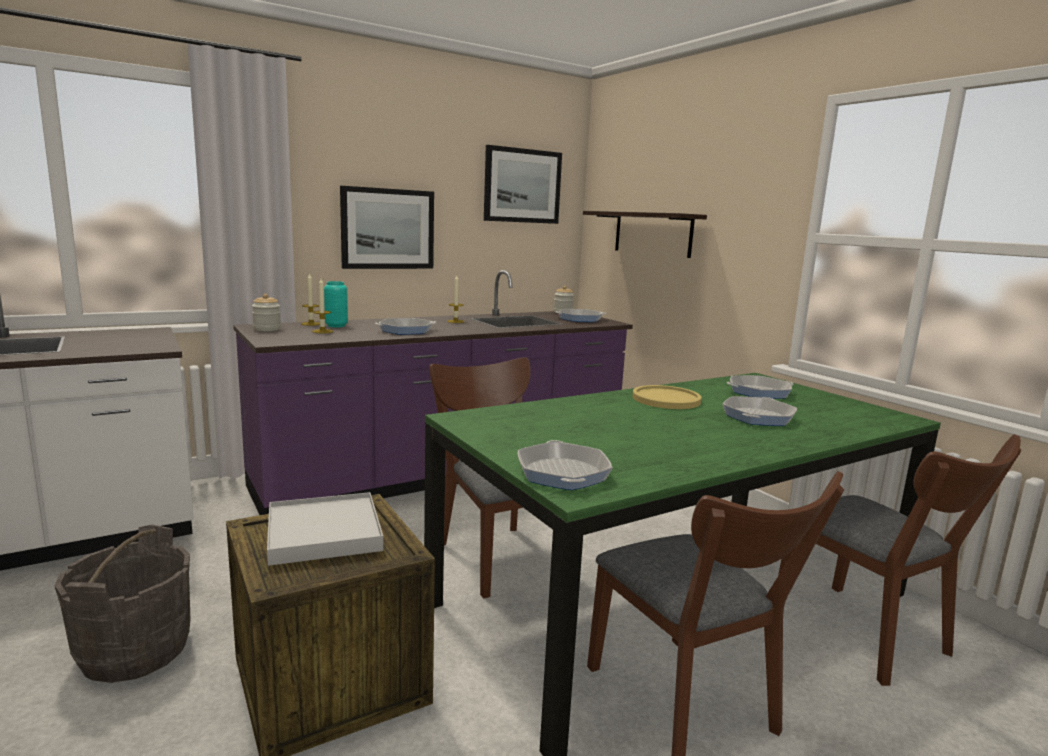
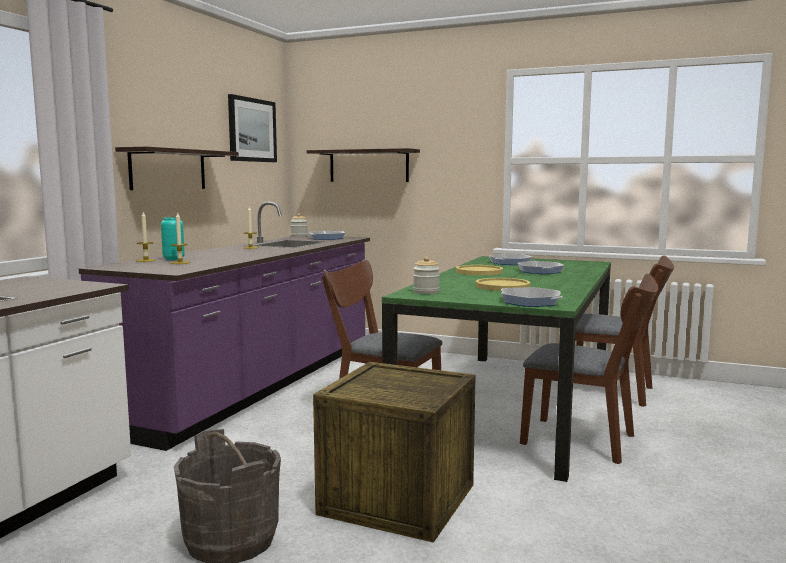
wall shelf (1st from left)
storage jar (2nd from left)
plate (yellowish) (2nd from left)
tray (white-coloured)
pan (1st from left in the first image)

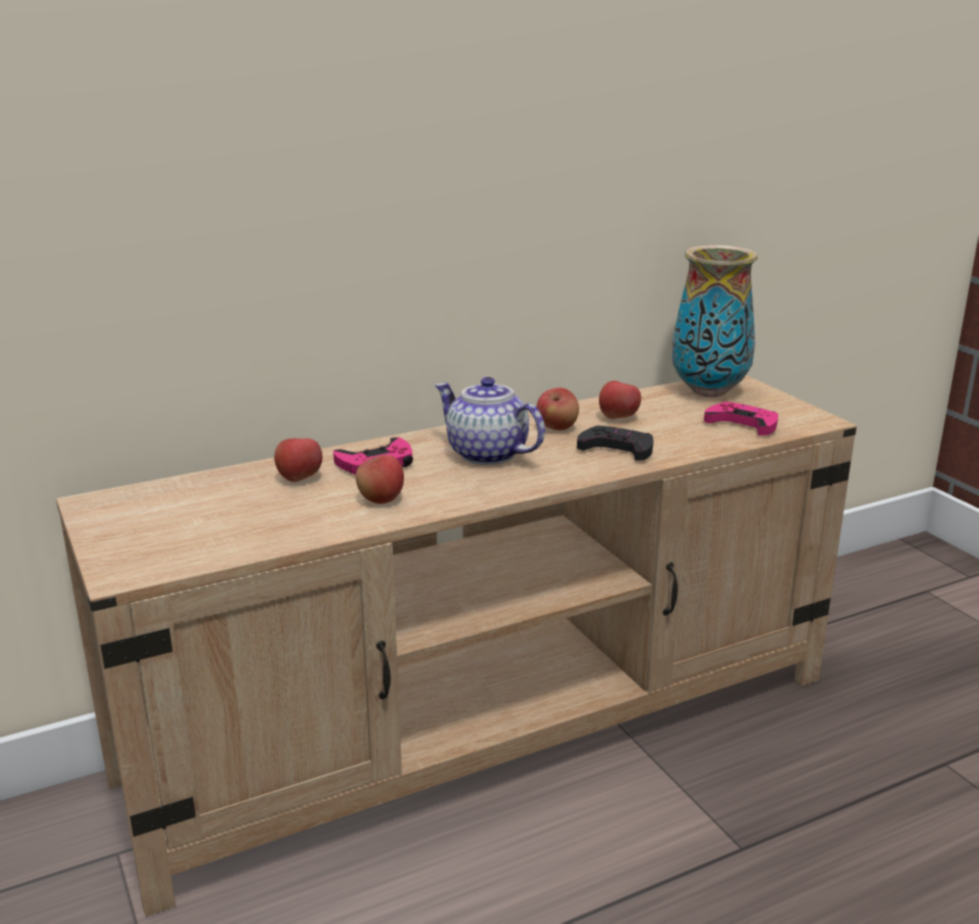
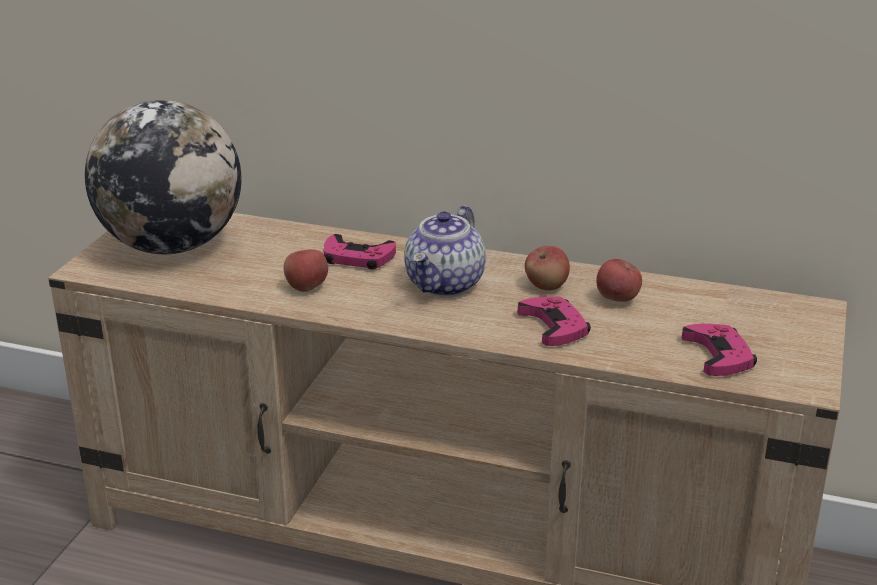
globe
pot for tea
gamepad (pink-coloured) (2nd from left)
apple fruit (1st from left in the first image)
vase

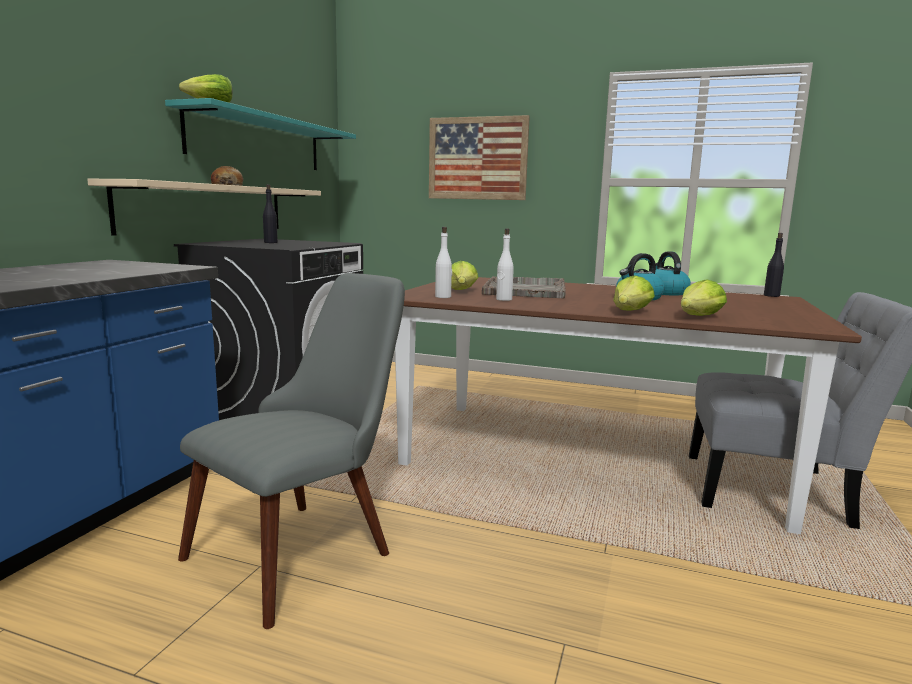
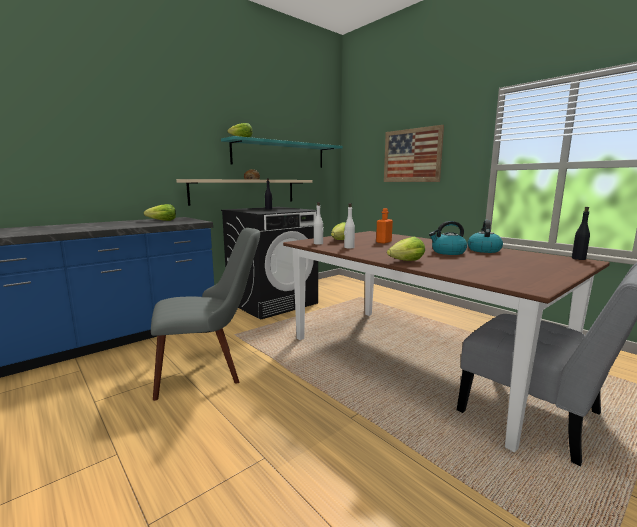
lettuce (1st from left)
bottle (orange-coloured)

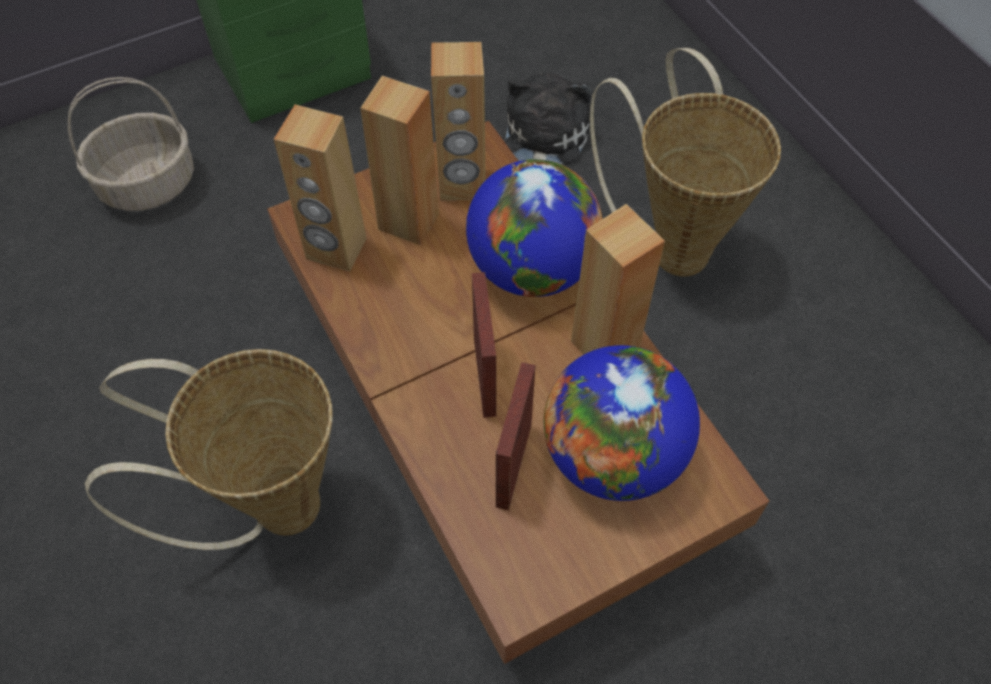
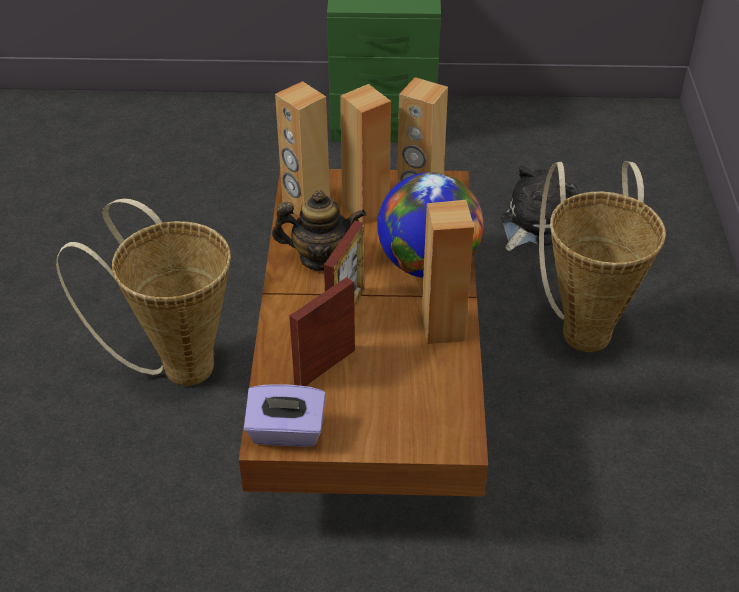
box of tissues (purple-coloured)
pot for tea
storage basket (1st from left in the first image)
globe (2nd from left in the first image)

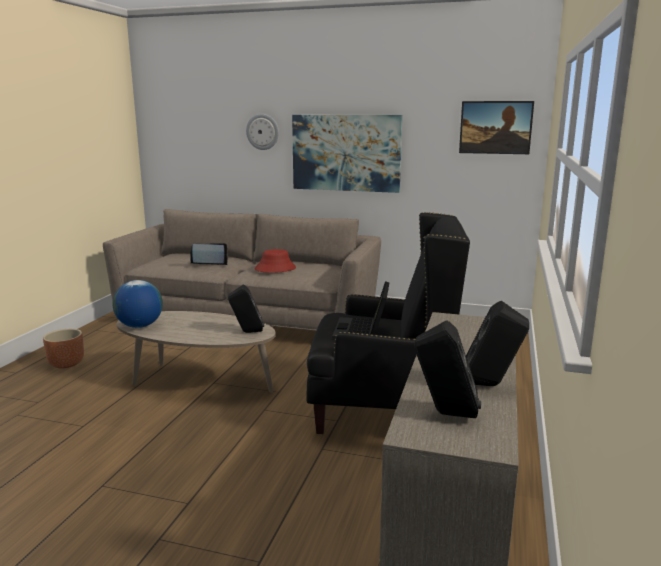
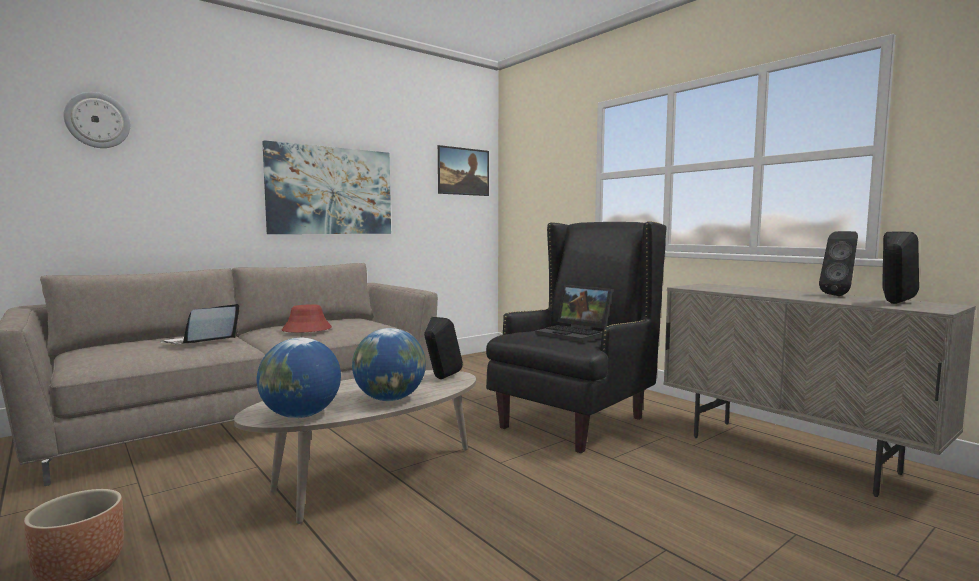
wall clock
globe (2nd from left)

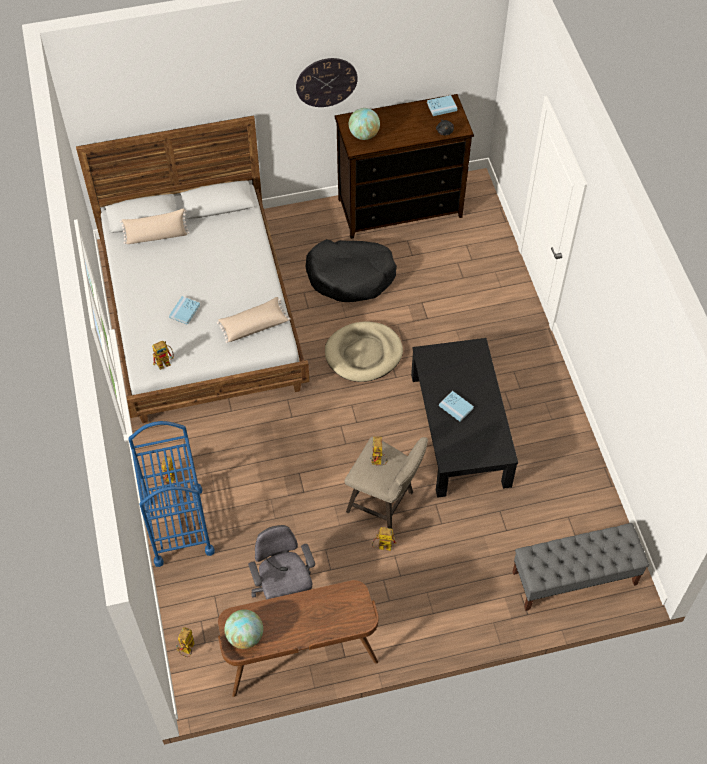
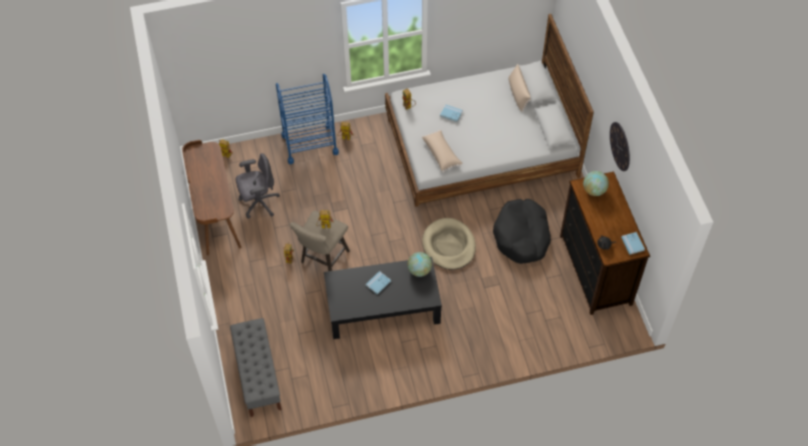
globe (1st from left)

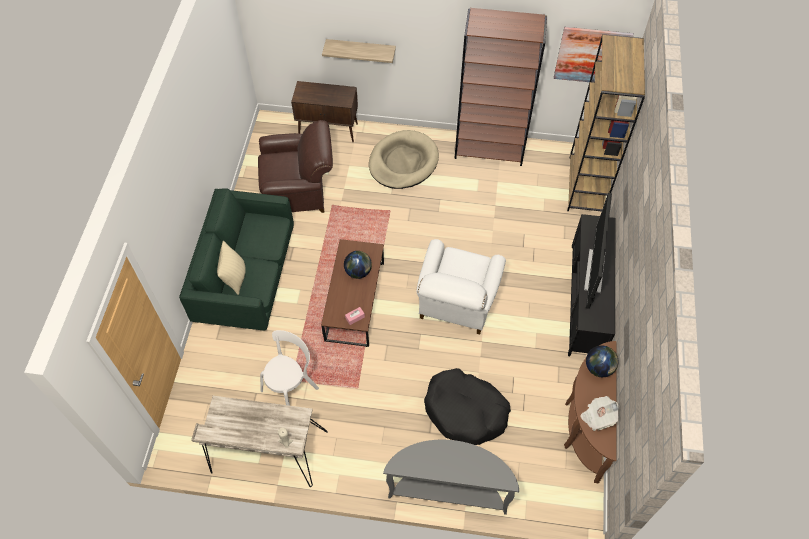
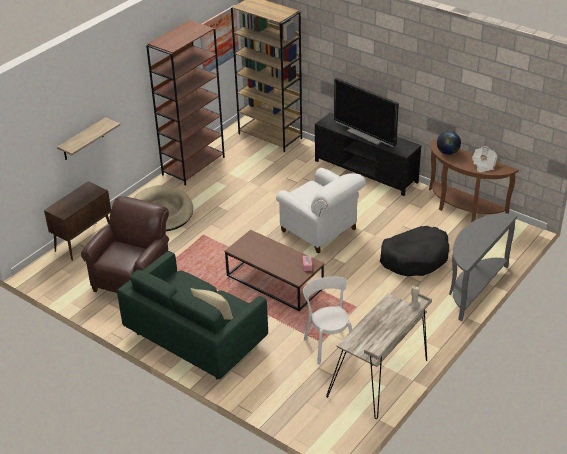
globe (1st from left in the first image)

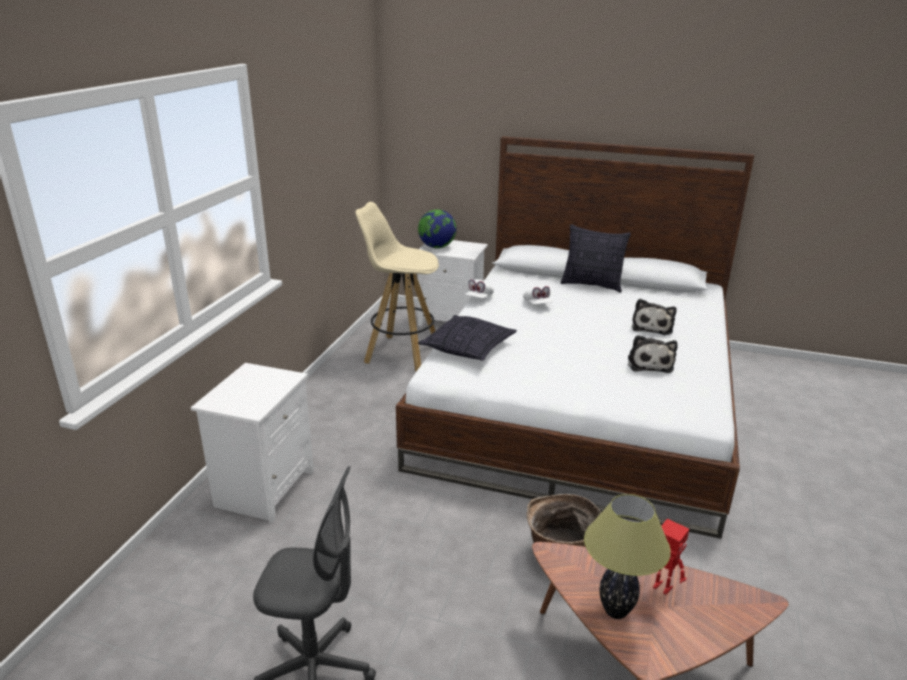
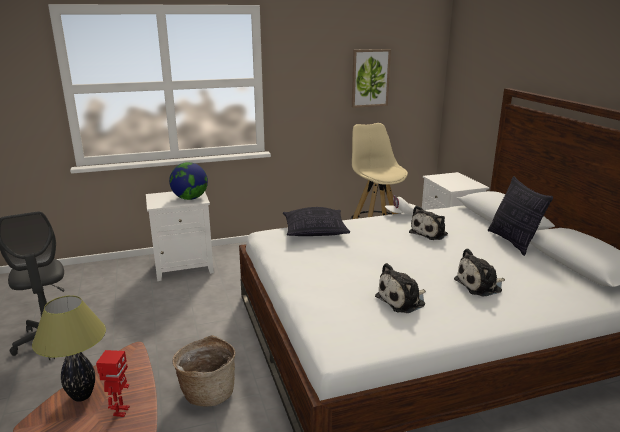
globe
wall picture
cuddly toy (2nd from left)

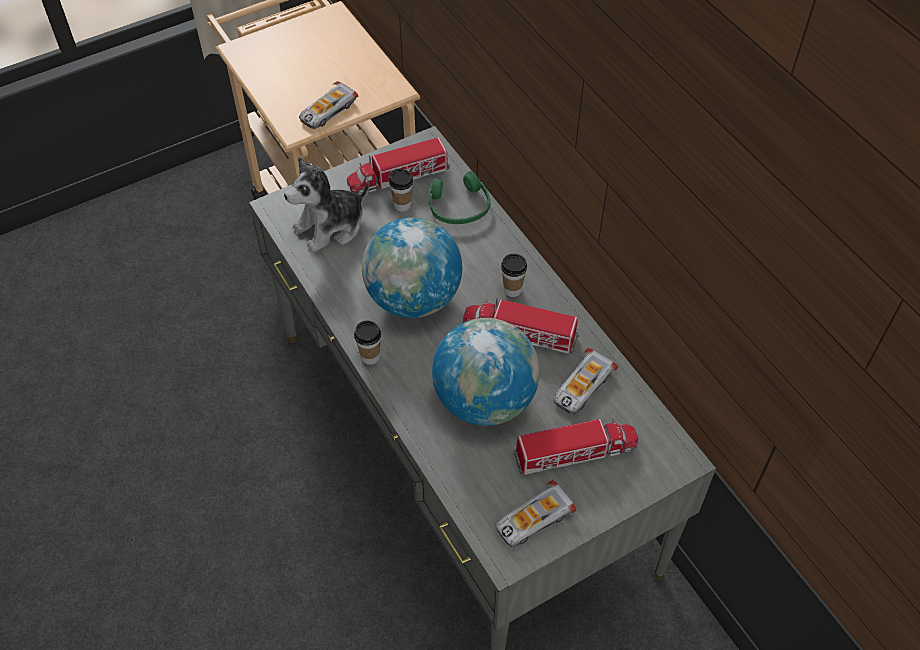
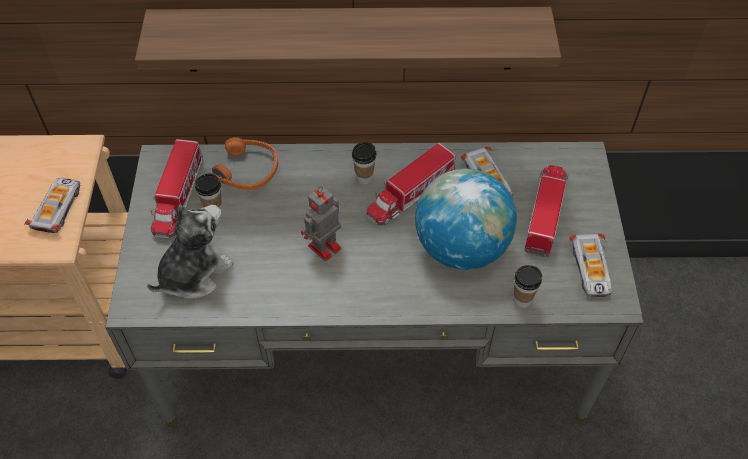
miniature car (1st from left)
wall shelf
cuddly toy
headphones (orange-coloured)
model robot
drinking cup (3rd from left)

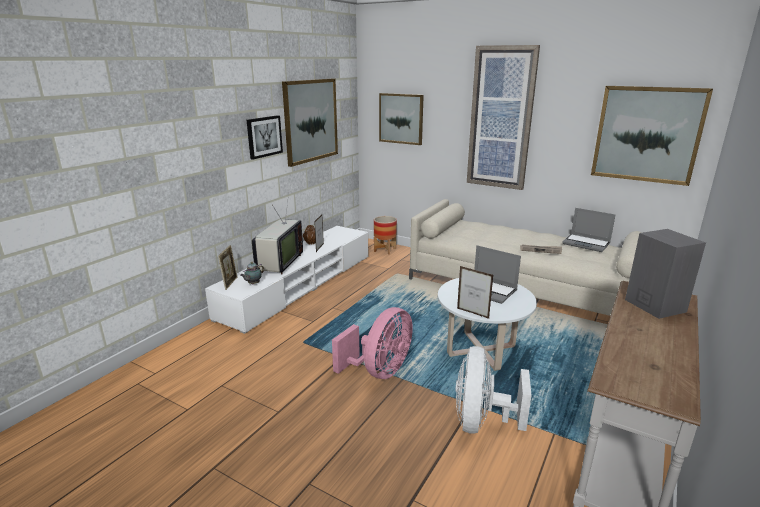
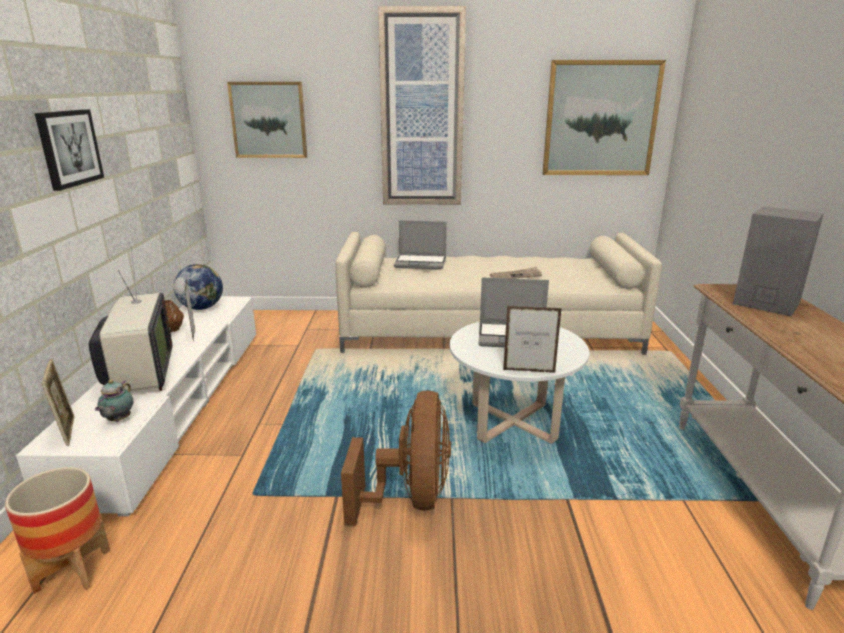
plant pot
globe
electric fan (brown)
notebook computer (1st from left)
wall picture (2nd from left in the first image)
electric fan (white-coloured)

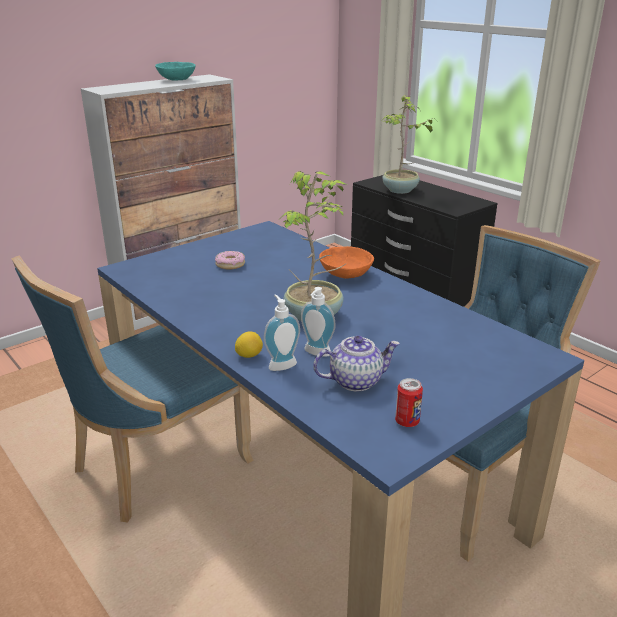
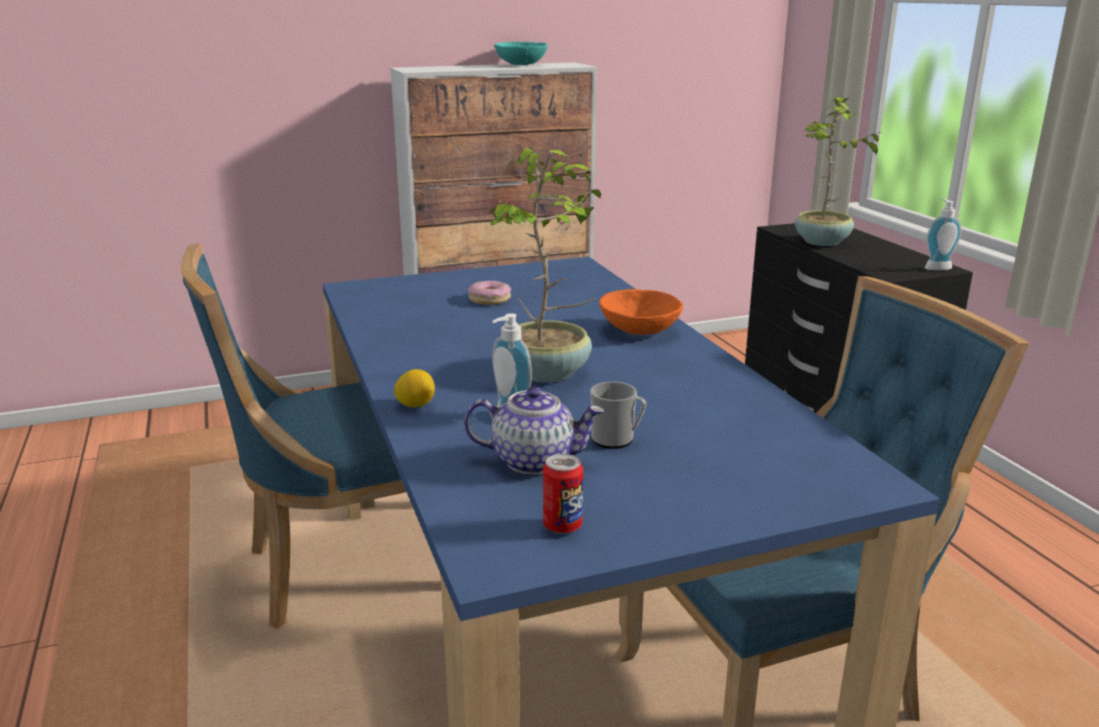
tea mug
liquid soap bottle (2nd from left)

